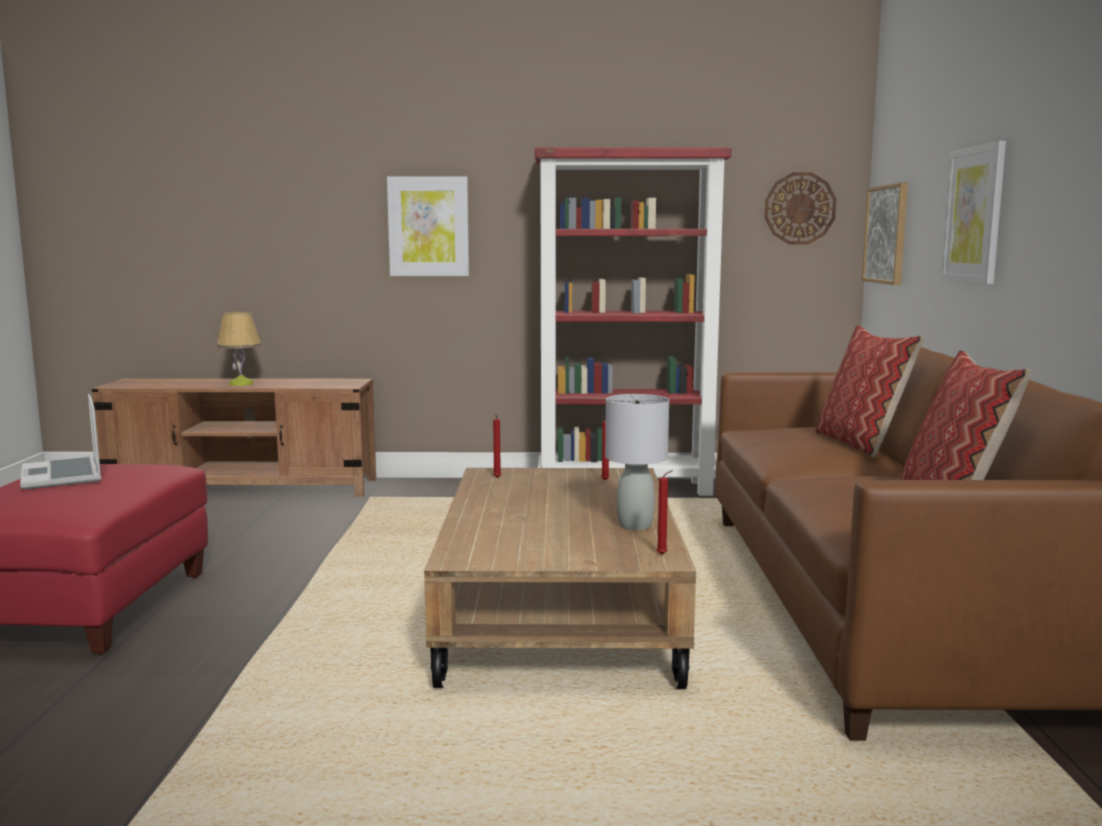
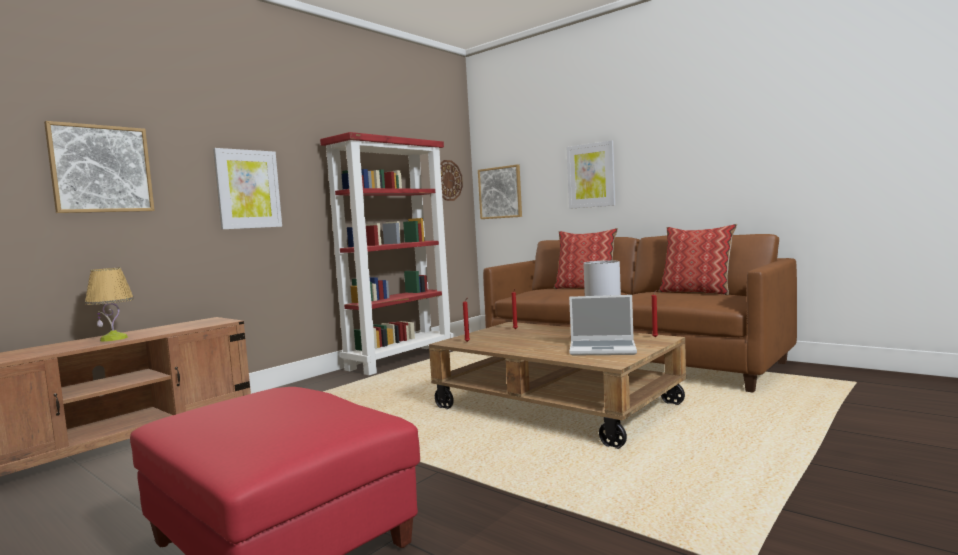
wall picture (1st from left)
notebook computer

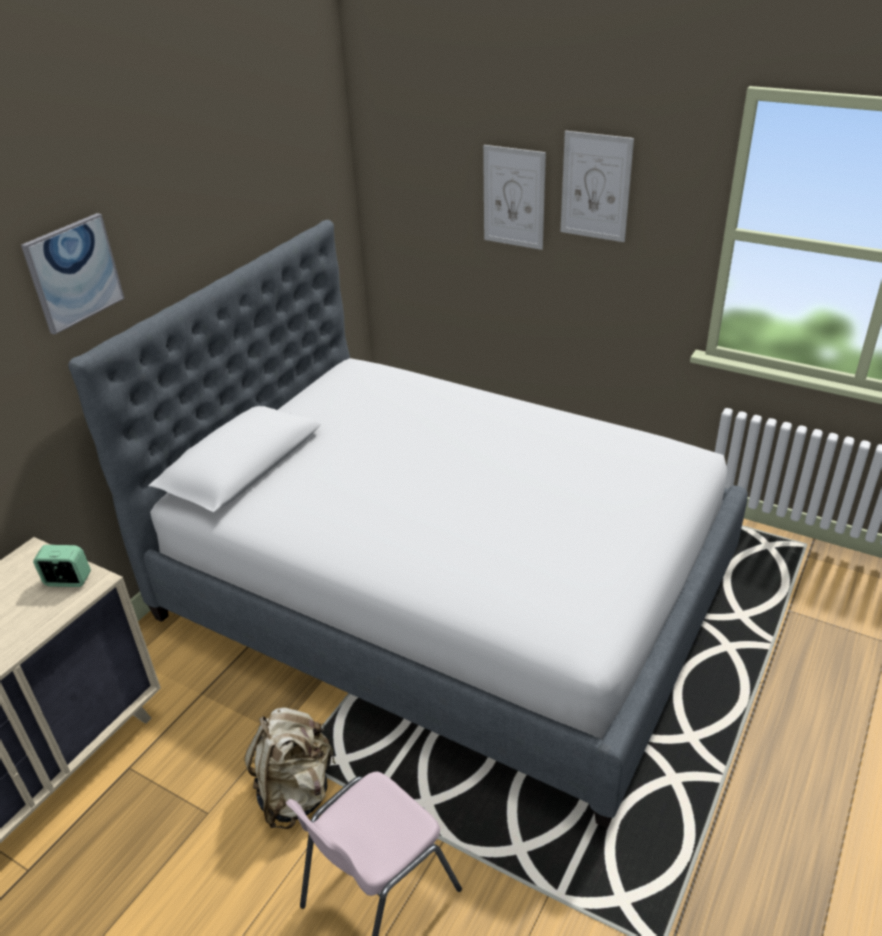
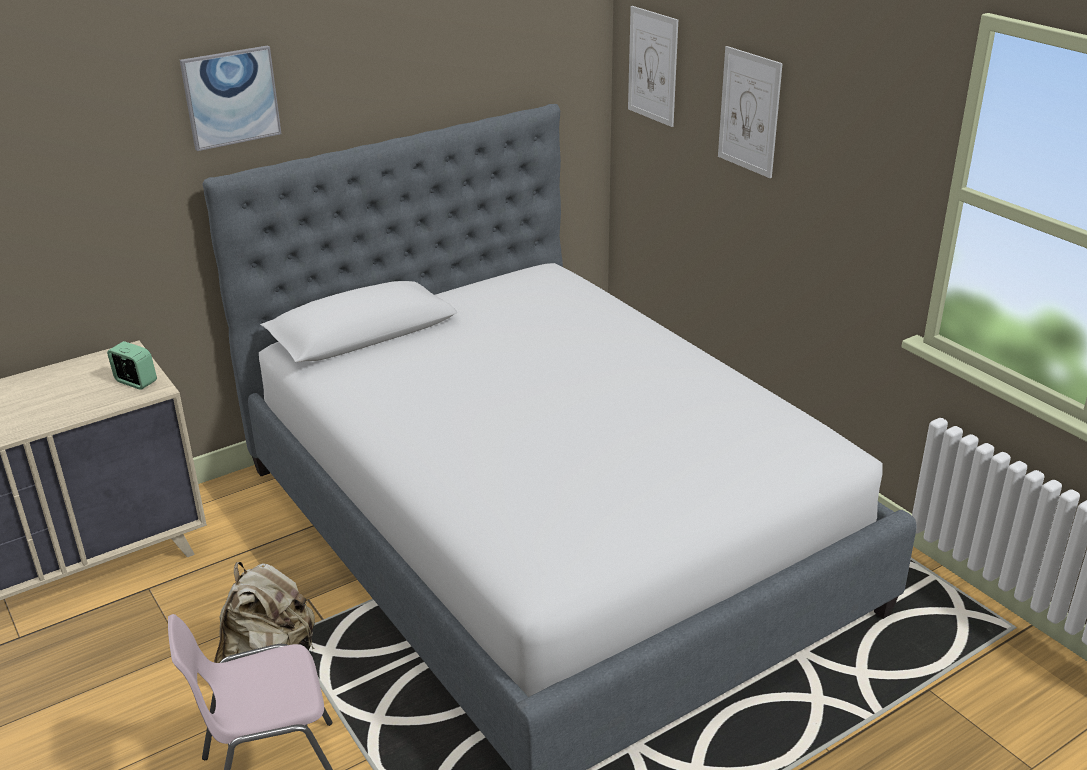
wall picture (2nd from left)

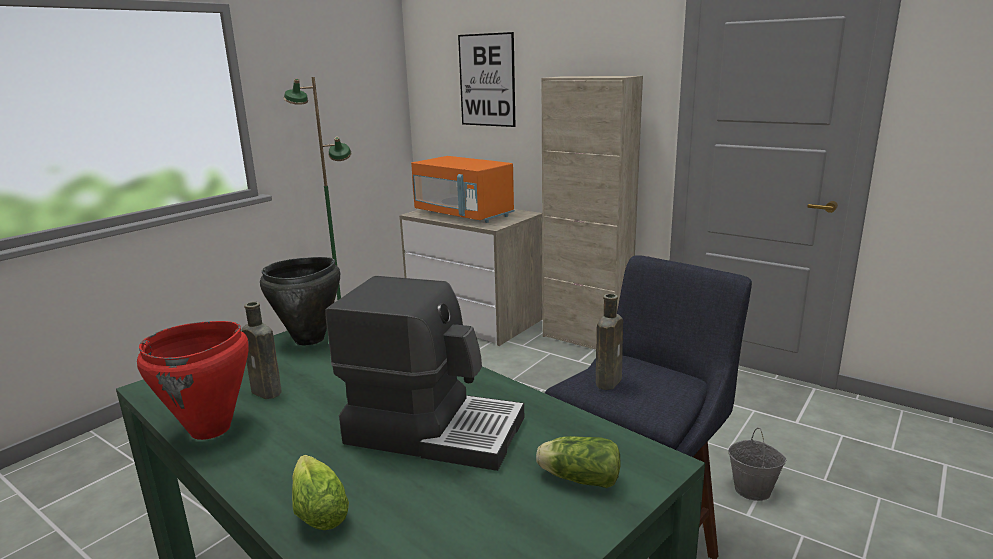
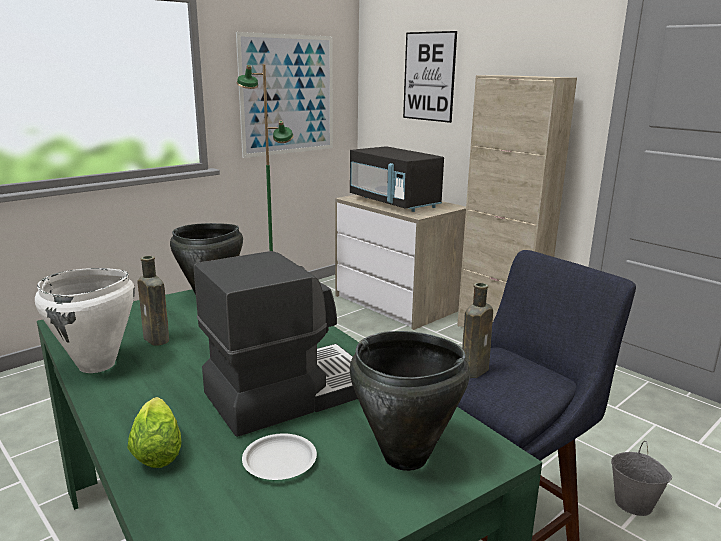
saucepot (white-coloured)
coffee maker
wall picture (1st from left)
plate (white-coloured)
kitchen microwave (blackish)
saucepot (blackish) (2nd from left)

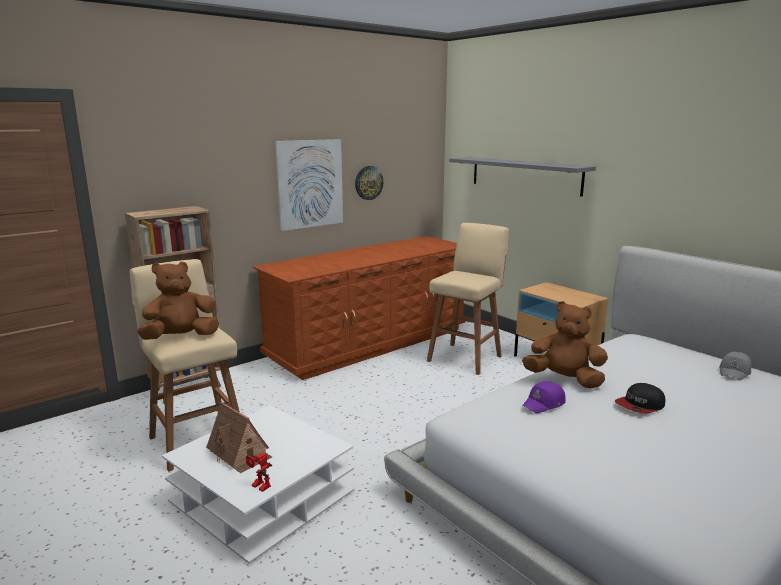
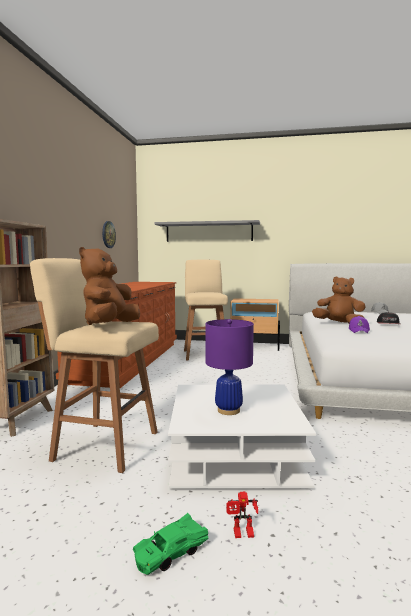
miniature car (greenish)
lamp for a table (purple-coloured)
model robot
cuddly toy (brown) (2nd from left)
wall picture

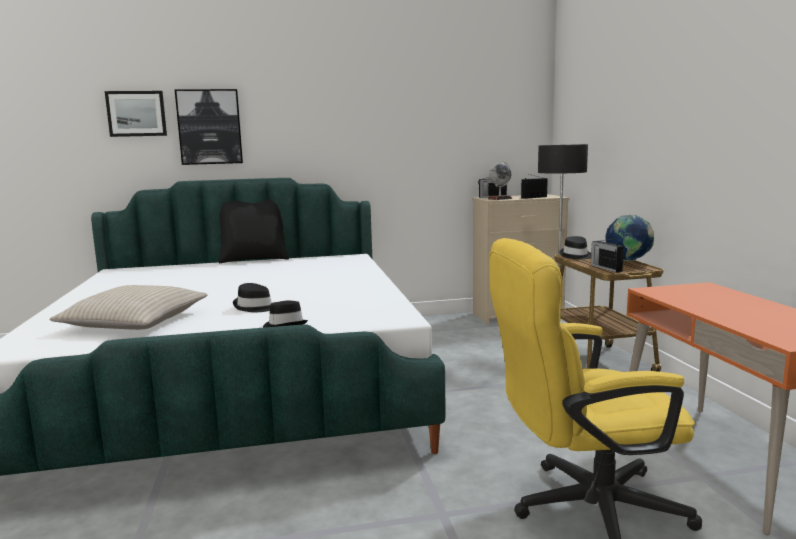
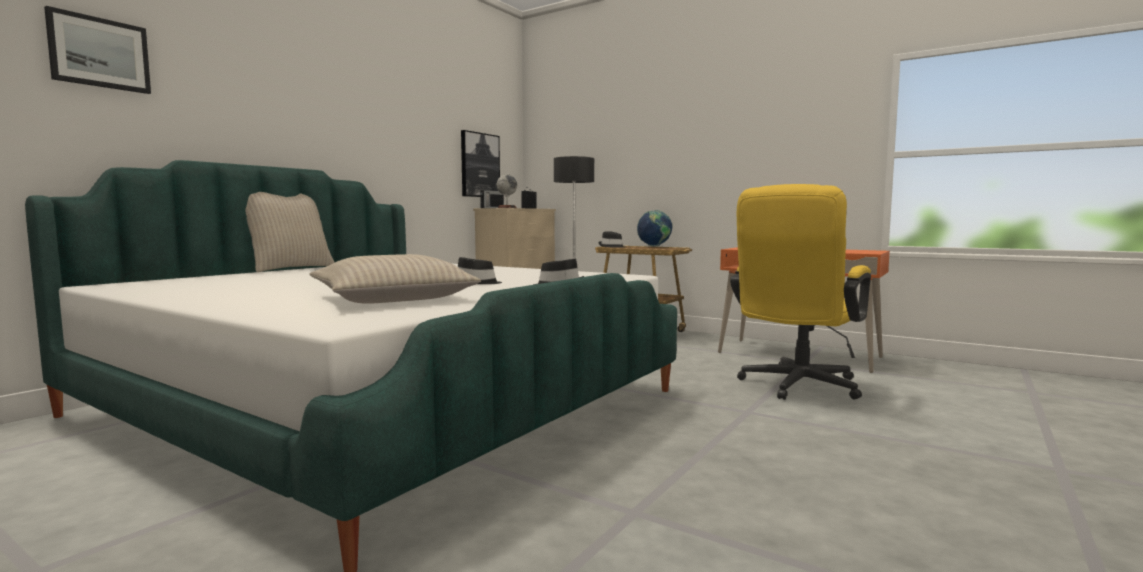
pillow (beige) (1st from left)
wall picture (2nd from left)
radio (3rd from left in the first image)

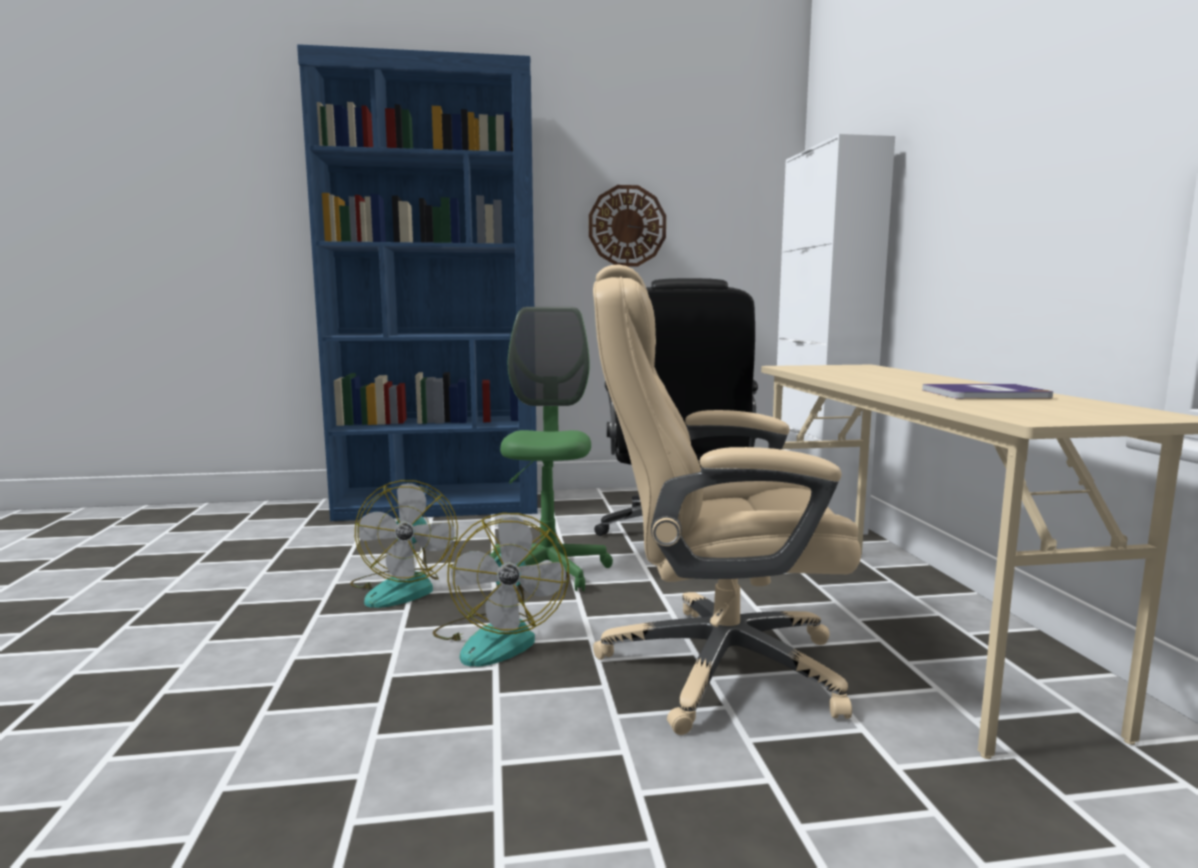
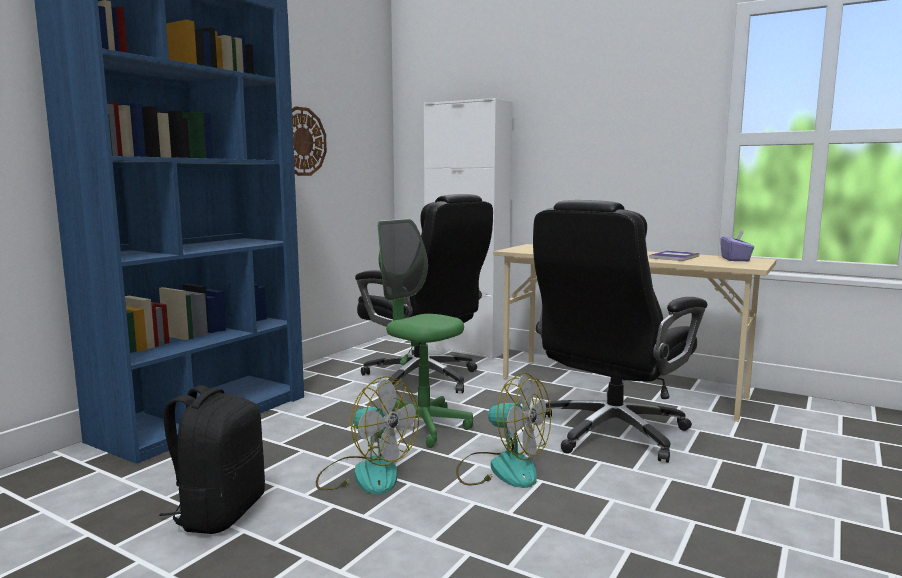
knapsack (blackish)
office chair (blackish) (2nd from left)
box of tissues (purple-coloured)

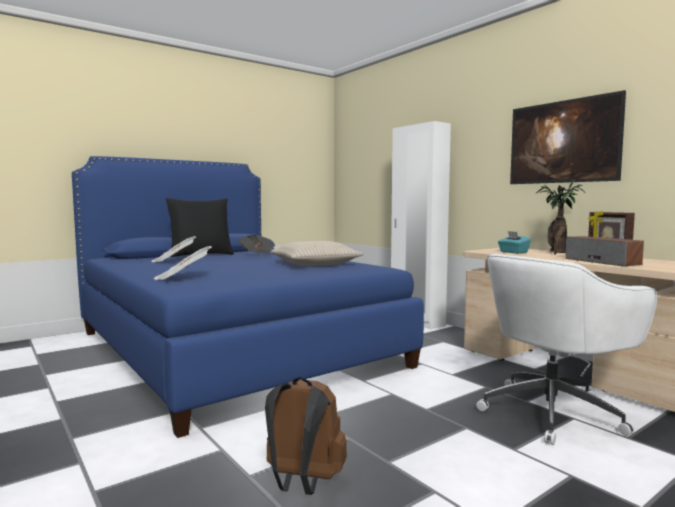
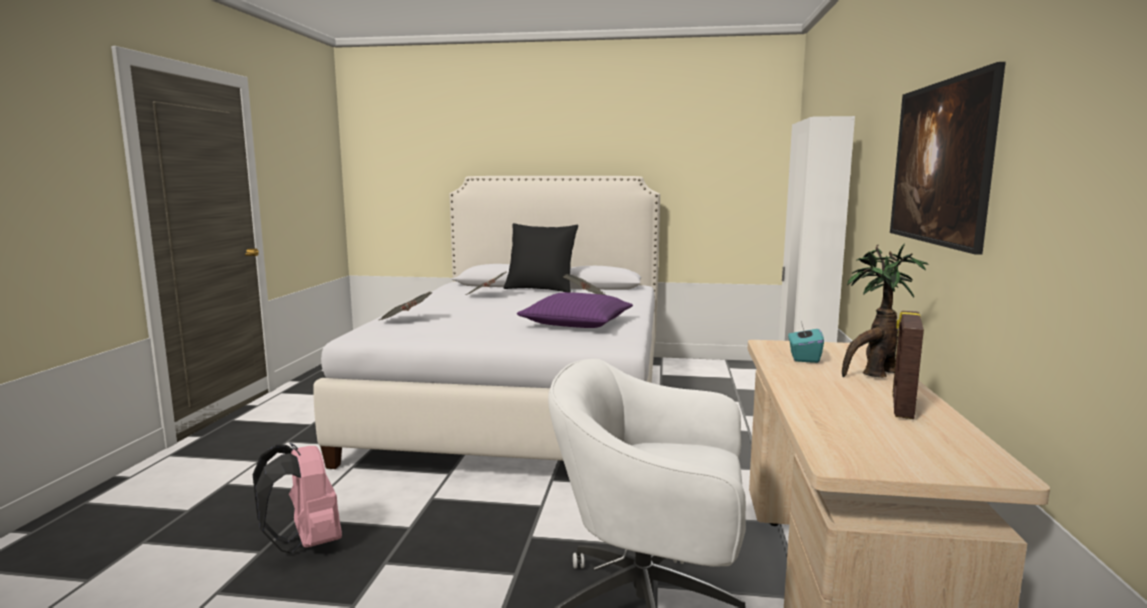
knapsack (pink-coloured)
bed (white-coloured)
pillow (purple-coloured)
speaker

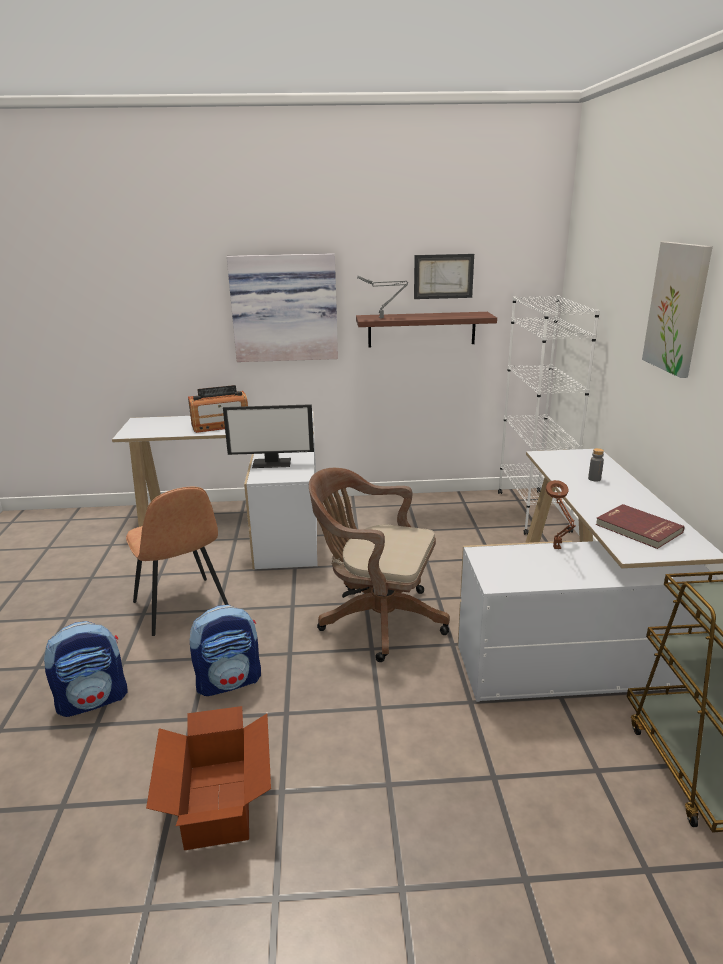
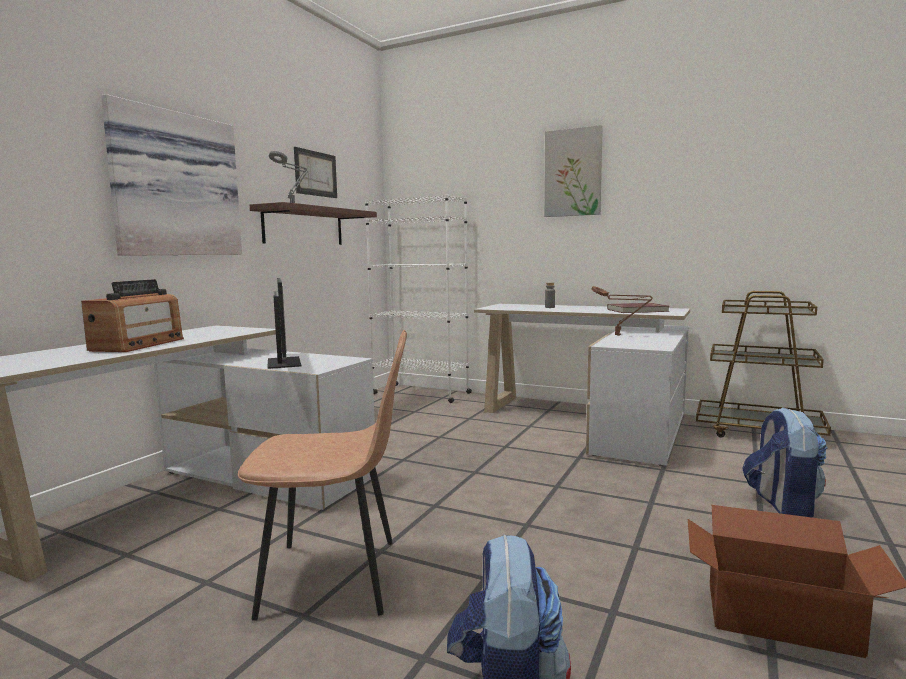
monitor
knapsack (2nd from left)
office chair (brown)

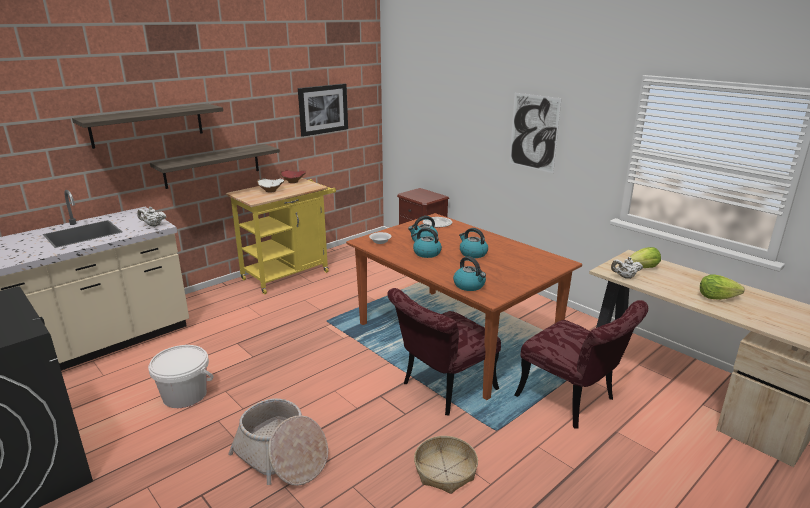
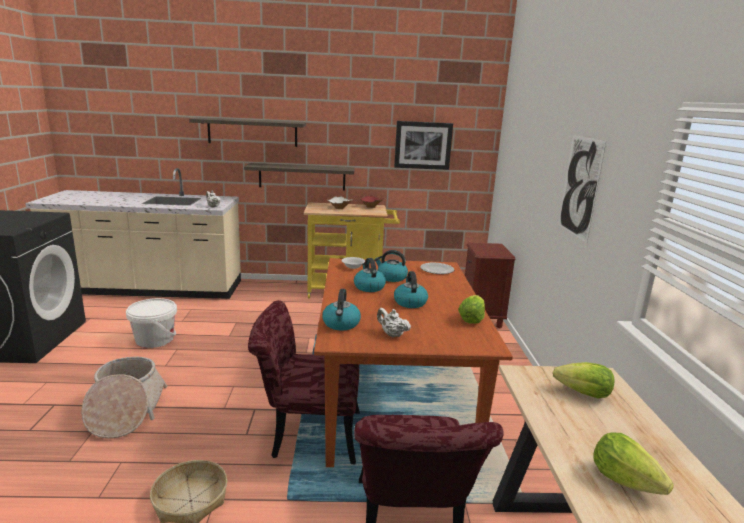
pot for tea (white-coloured) (2nd from left)
lettuce (1st from left)

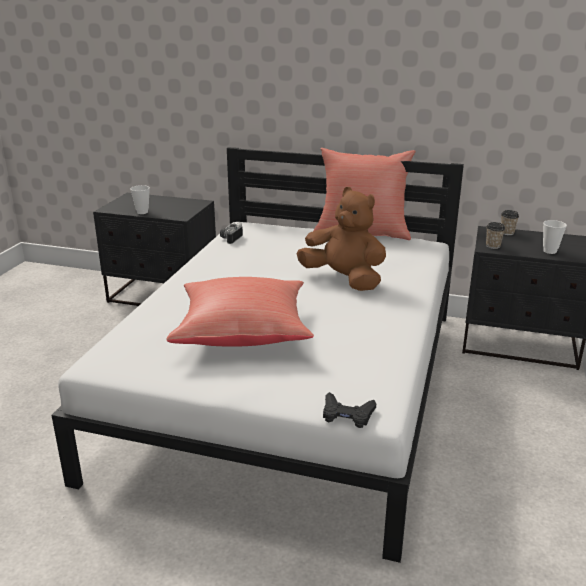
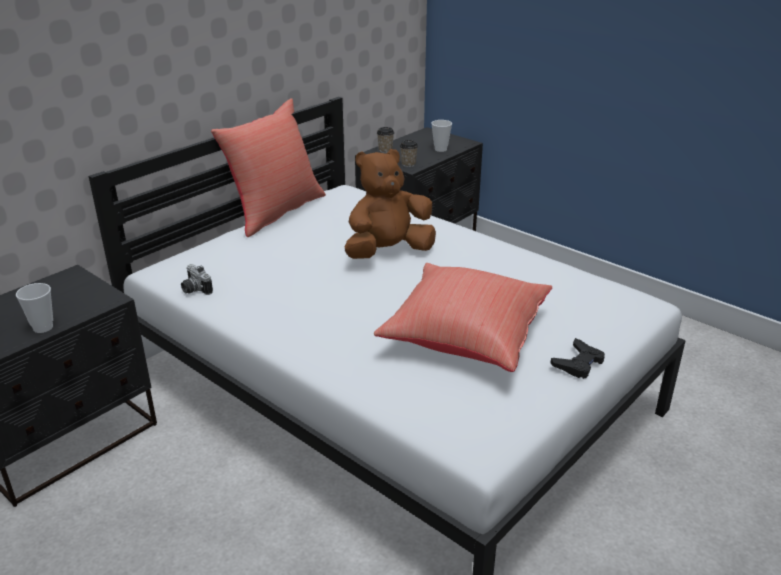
gamepad (blackish)

